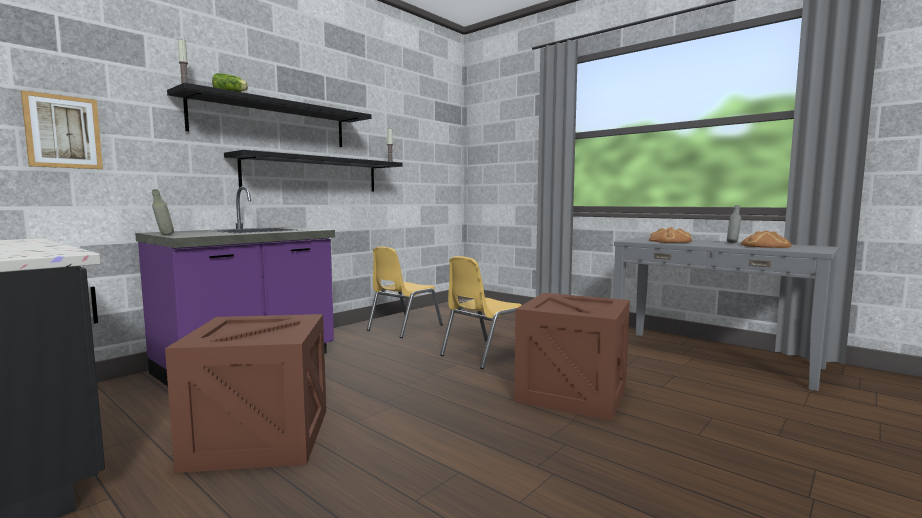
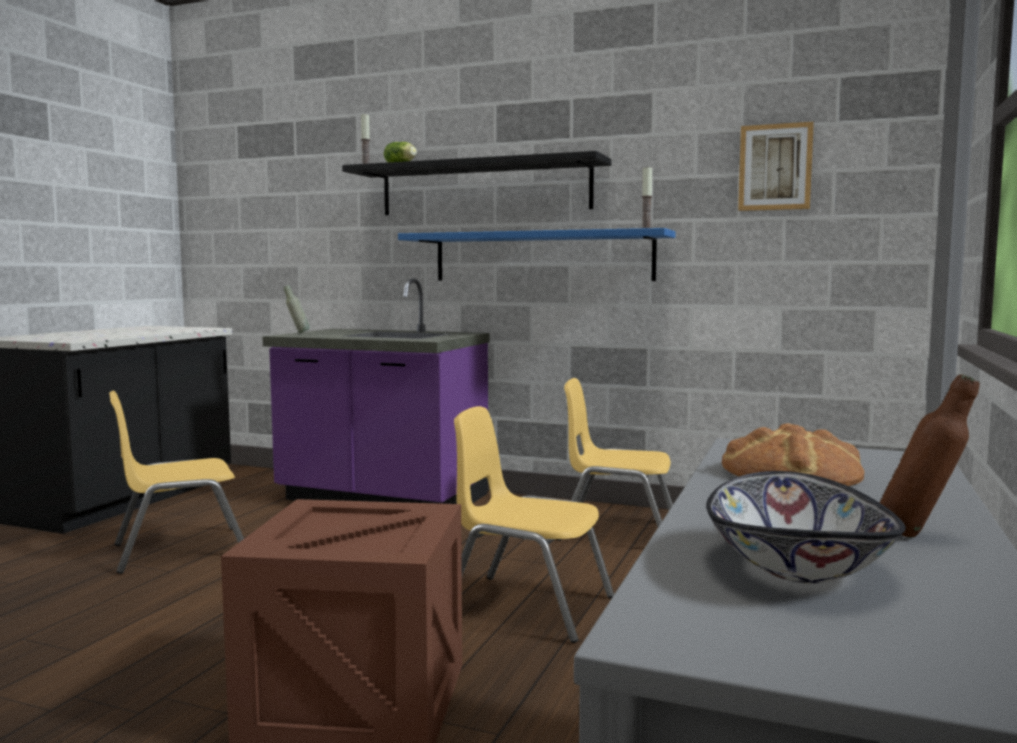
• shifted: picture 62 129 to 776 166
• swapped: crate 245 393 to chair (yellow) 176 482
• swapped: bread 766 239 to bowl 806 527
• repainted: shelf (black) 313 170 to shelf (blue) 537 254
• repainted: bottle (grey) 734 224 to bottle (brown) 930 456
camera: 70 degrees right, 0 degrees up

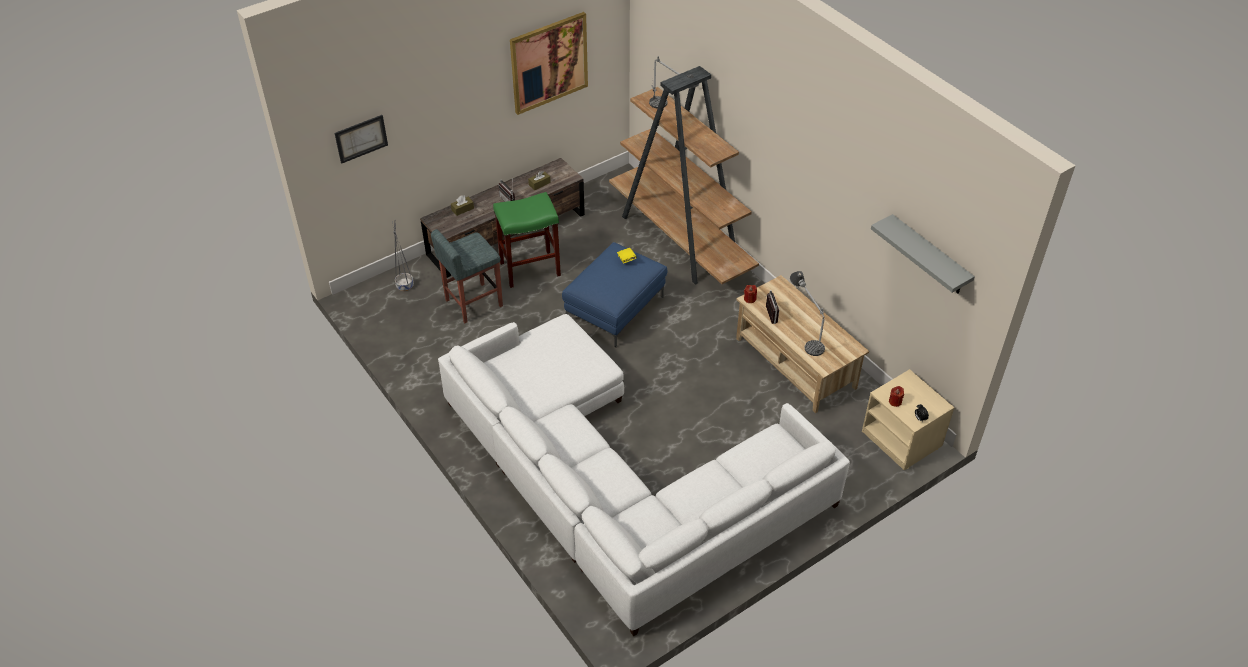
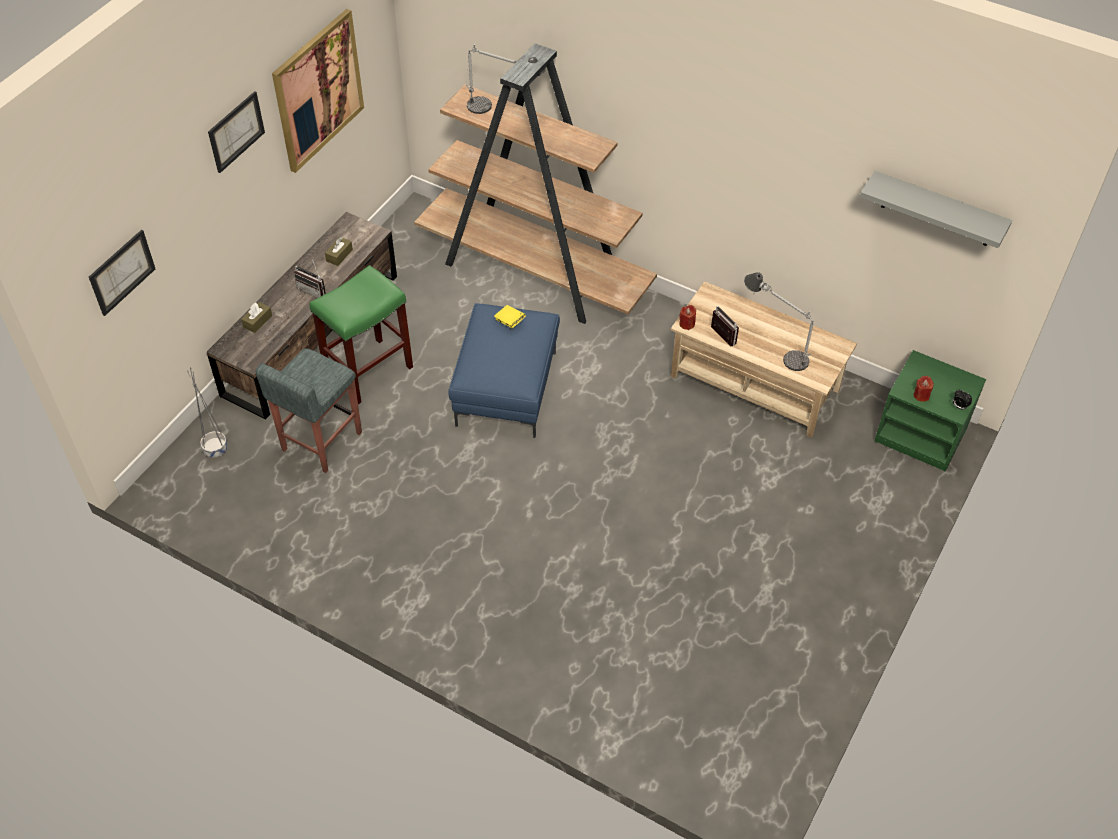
• gone: sofa (white) 644 475
• new: picture 236 132
• repainted: nightstand (beige) 908 419 to nightstand (green) 930 410
camera: 25 degrees left, 5 degrees up

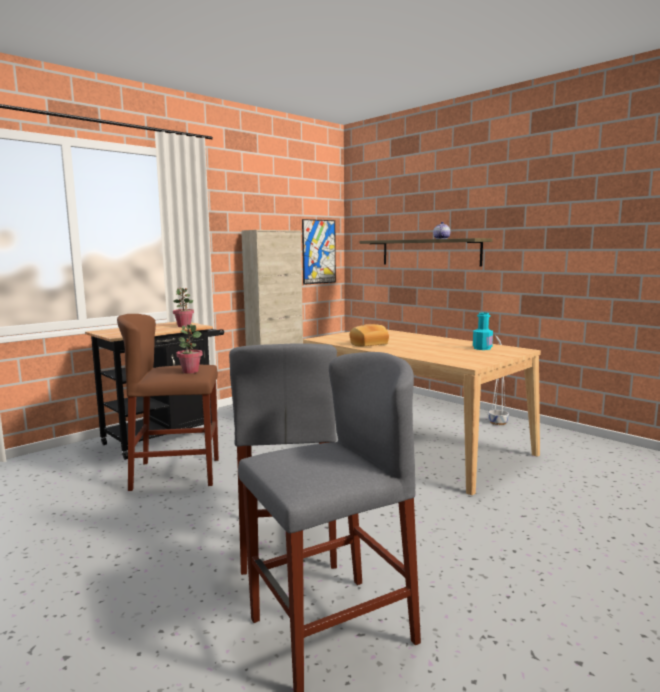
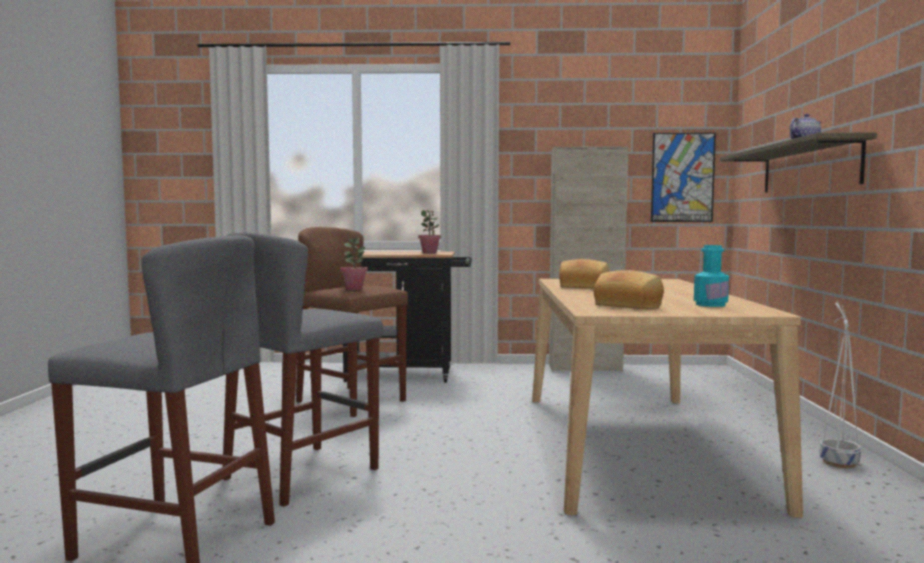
• new: bread 629 290
camera: 45 degrees right, 5 degrees down

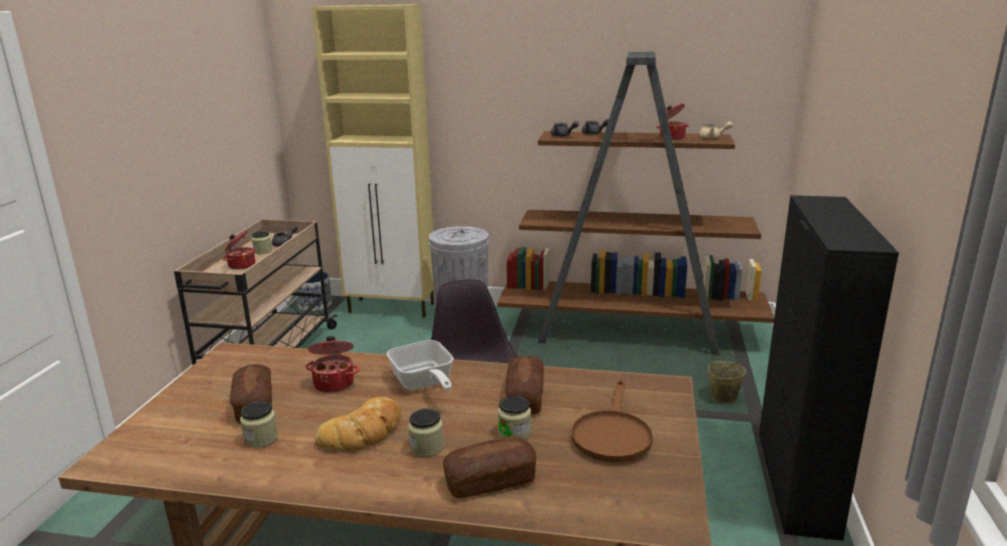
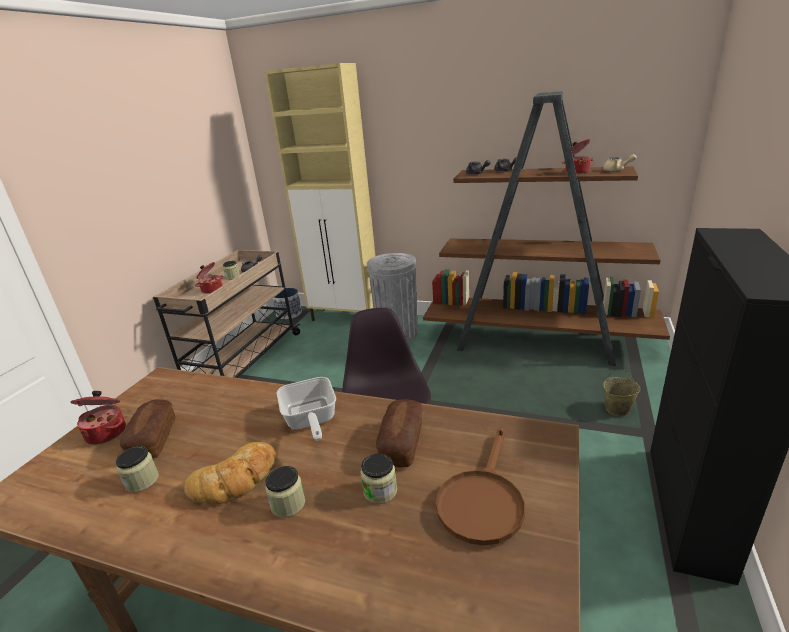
• gone: bread 490 467
• shifted: cooking pot 332 364 to 98 418
camera: 10 degrees right, 5 degrees up

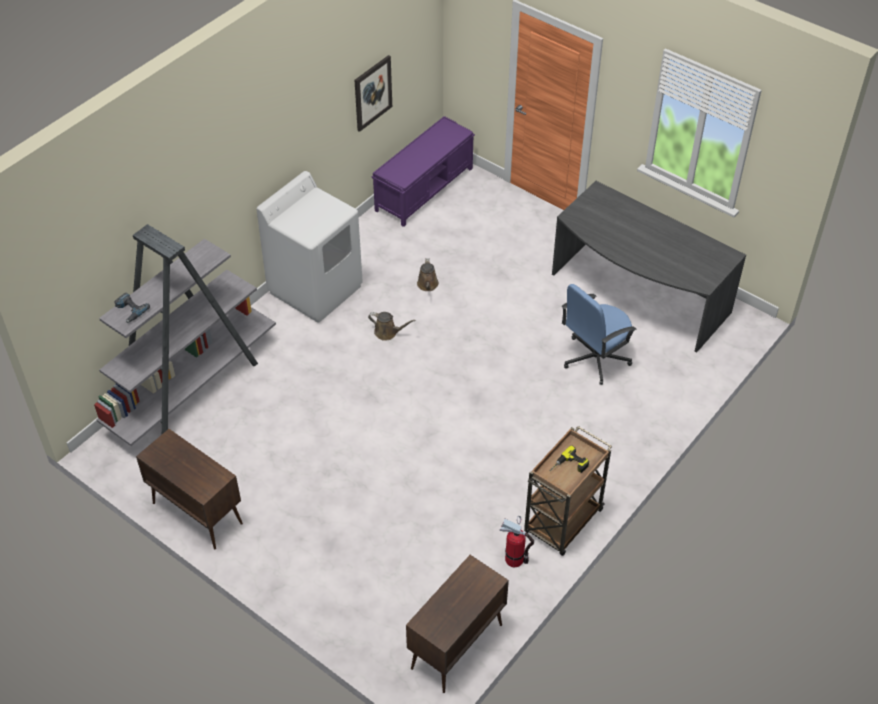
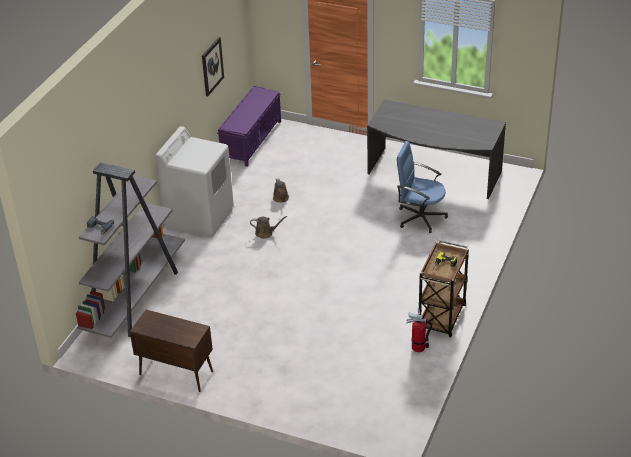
• gone: cabinet (brown) 457 624
• rotated: office chair (blue) 599 334 = 422 187 75 degrees clockwise
camera: 15 degrees left, 10 degrees down

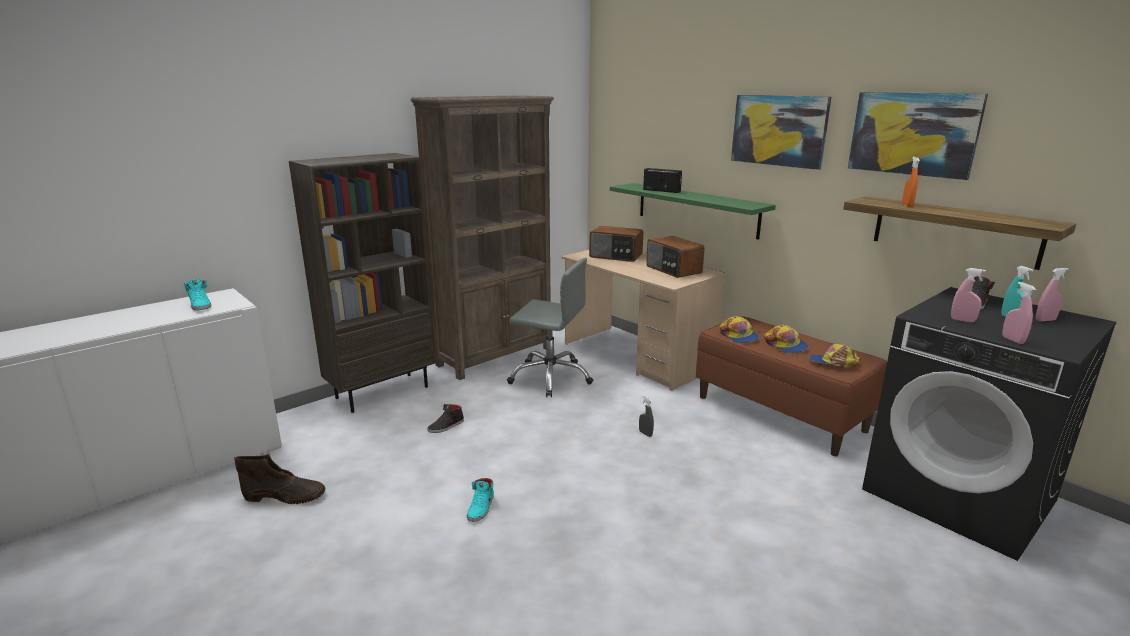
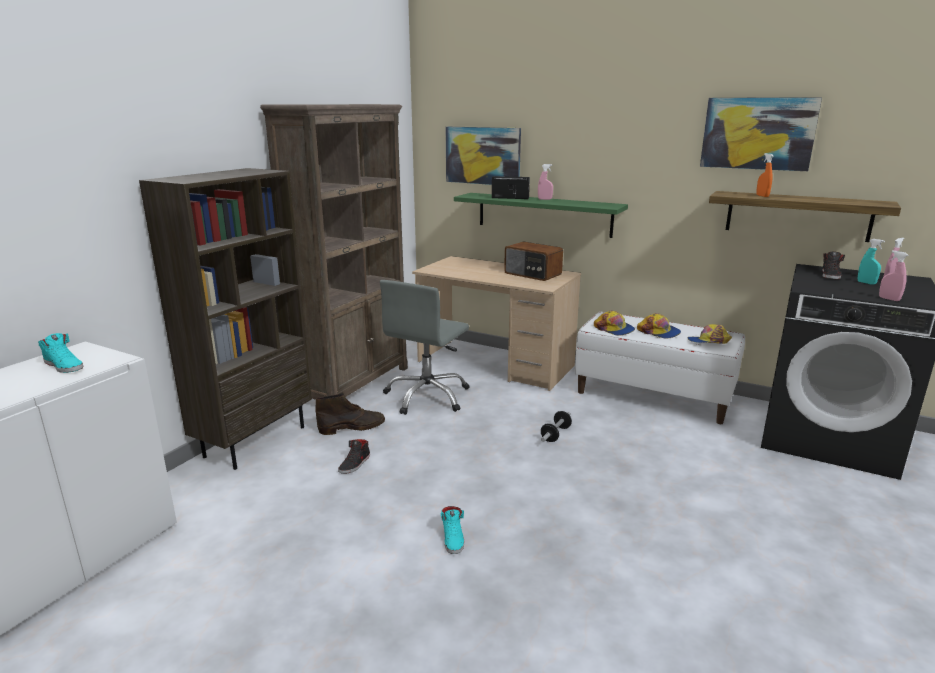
• gone: radio 616 244
• shifted: boot (brown) 279 479 to 350 413
• shifted: picture 781 132 to 483 156
• shifted: spray bottle (pink) 968 295 to 545 182
• swapped: spray bottle (grey) 646 416 to dumbbell 556 426
• repainted: bench (brown) 791 386 to bench (white) 660 368
• rotated: office chair (grey) 550 327 = 424 347 120 degrees clockwise
camera: 20 degrees left, 0 degrees up

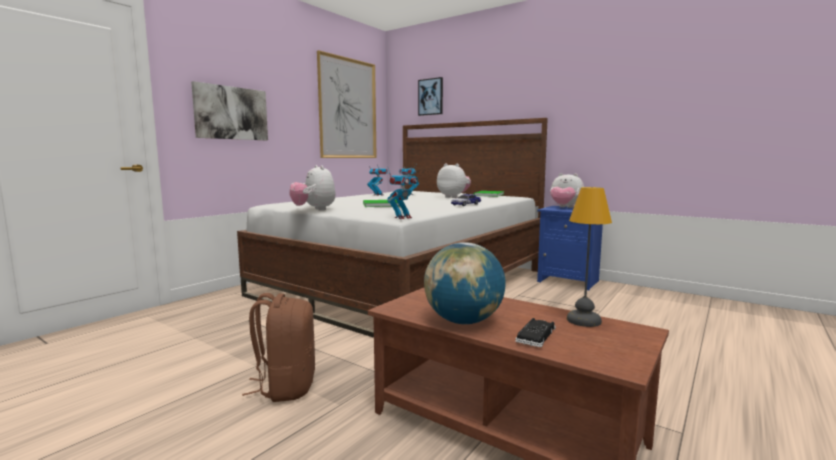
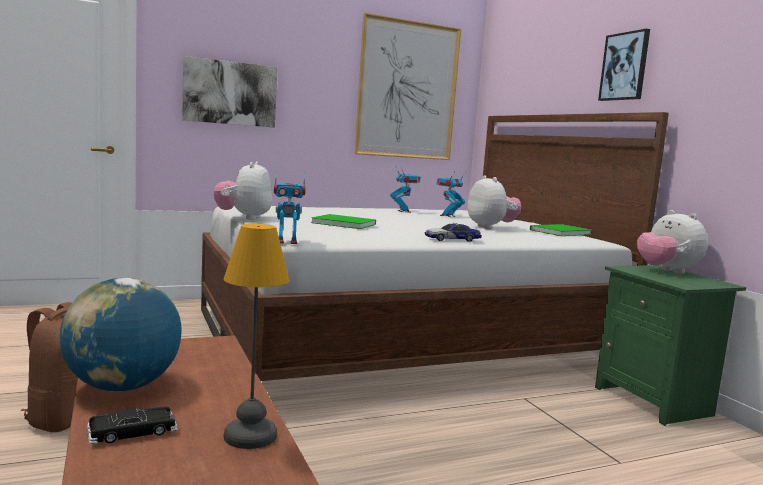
• shifted: picture 430 96 to 624 65
• repainted: nightstand (blue) 570 248 to nightstand (green) 670 345
camera: 30 degrees right, 0 degrees up

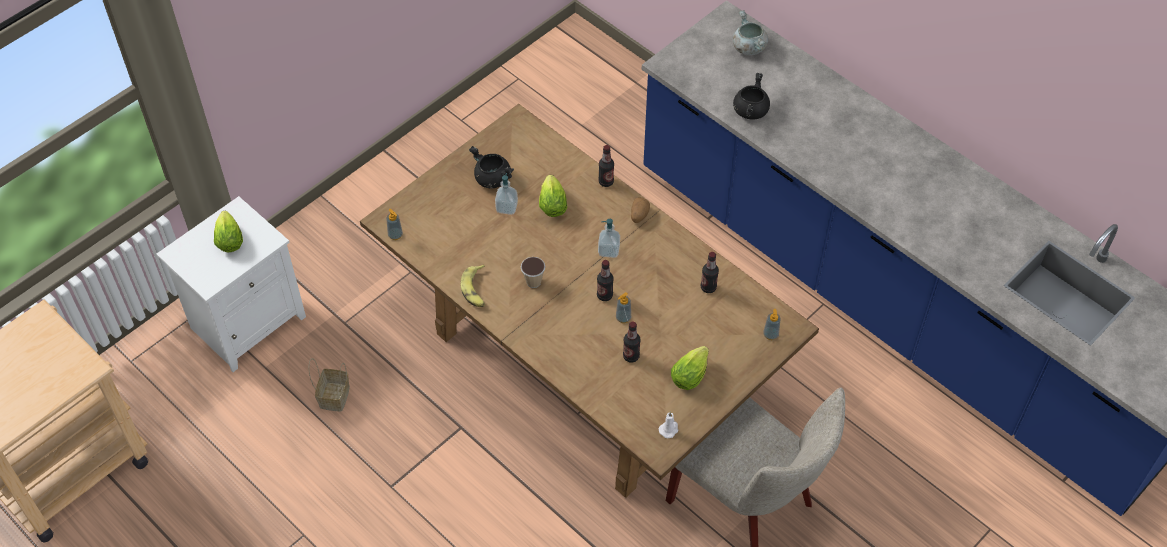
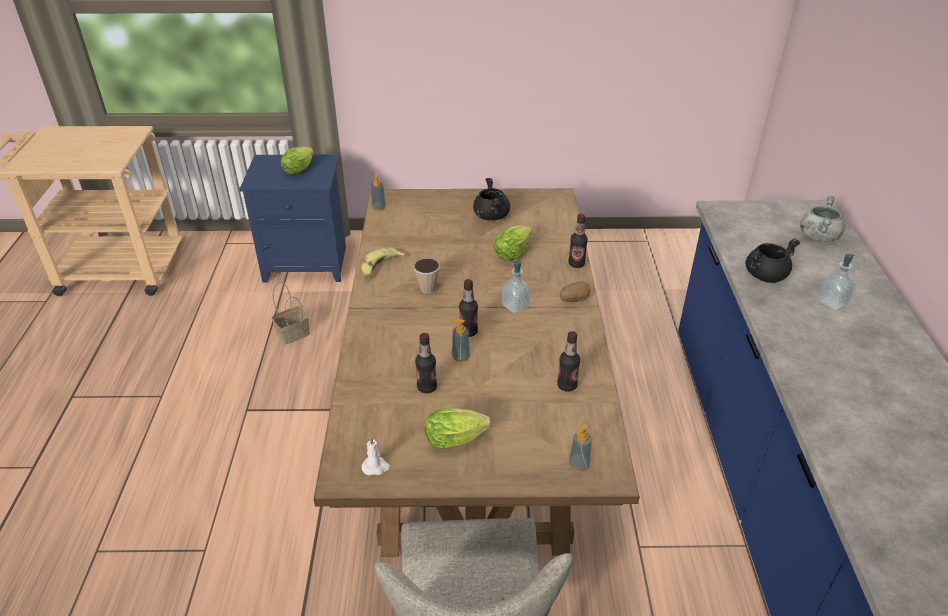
• shifted: soap dispenser 506 194 to 836 282
• repainted: nightstand (white) 231 284 to nightstand (blue) 293 218
camera: 45 degrees right, 15 degrees down

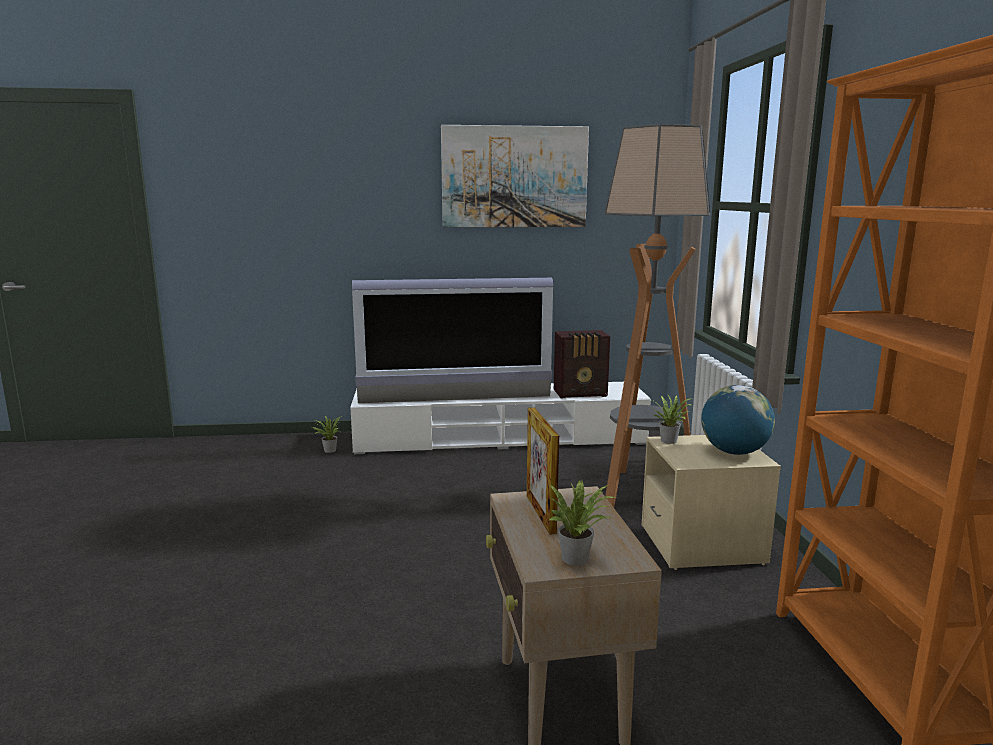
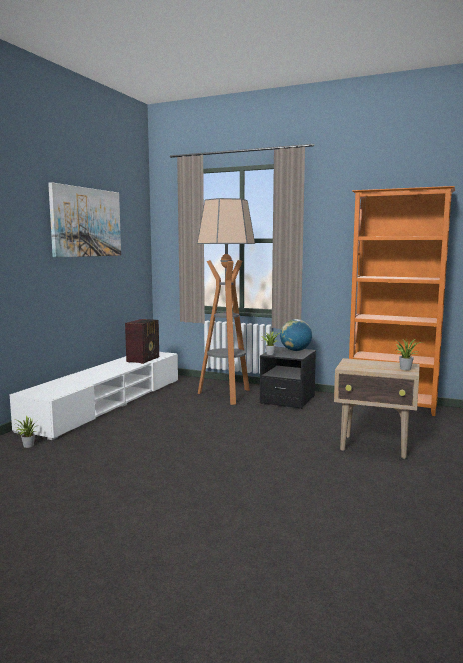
• gone: television 452 340
• gone: picture frame 543 471
• repainted: nightstand (beige) 711 502 to nightstand (black) 288 378
camera: 60 degrees left, 5 degrees down

